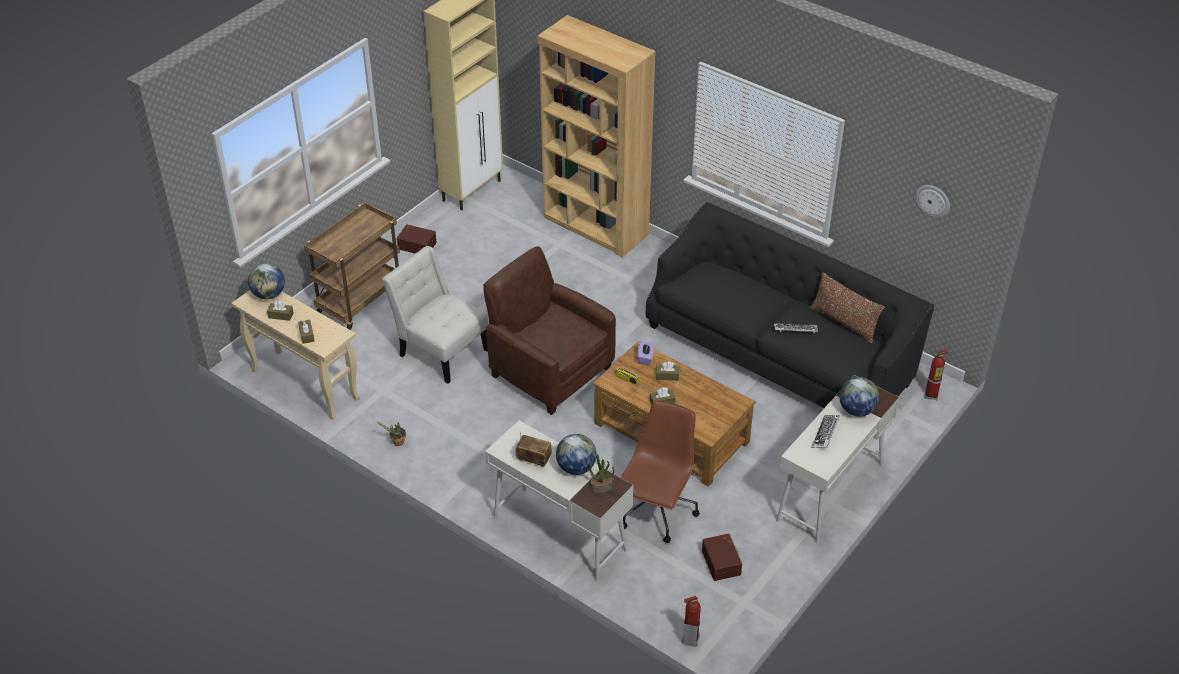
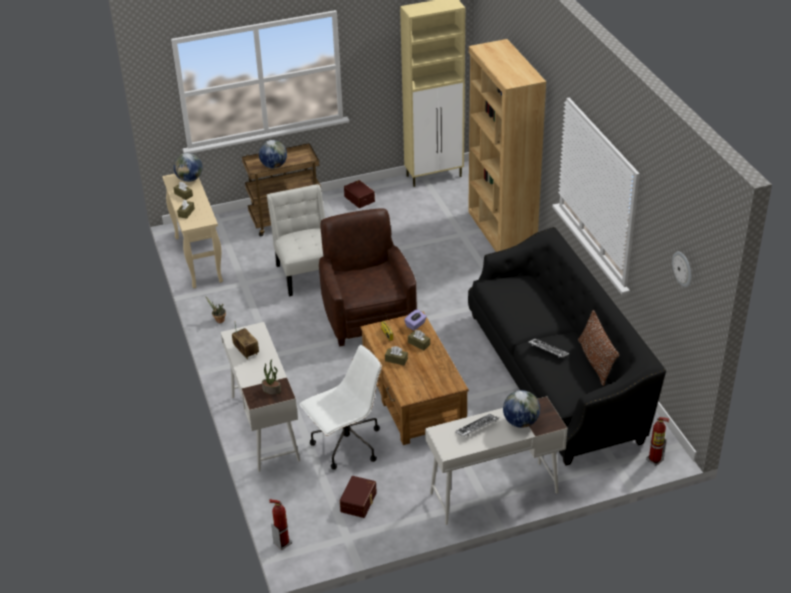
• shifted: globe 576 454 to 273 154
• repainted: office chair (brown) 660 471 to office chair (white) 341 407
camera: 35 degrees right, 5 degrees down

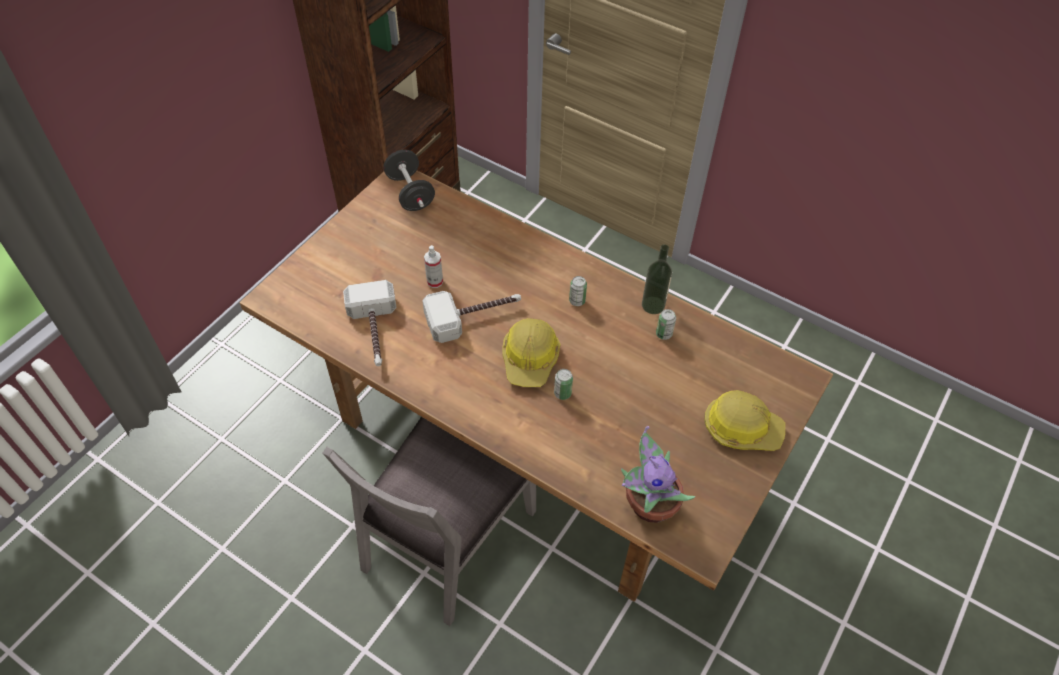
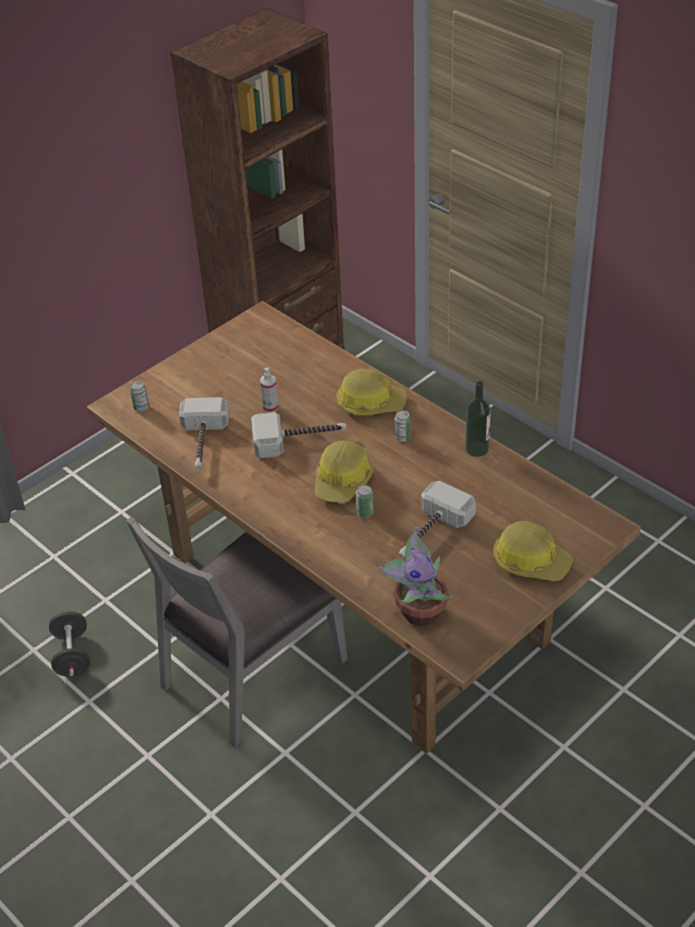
• new: hard hat 371 392
• new: hammer 437 519
• shifted: dumbbell (black) 409 180 to 69 644
• shifted: can 666 324 to 139 396
camera: 15 degrees right, 10 degrees down

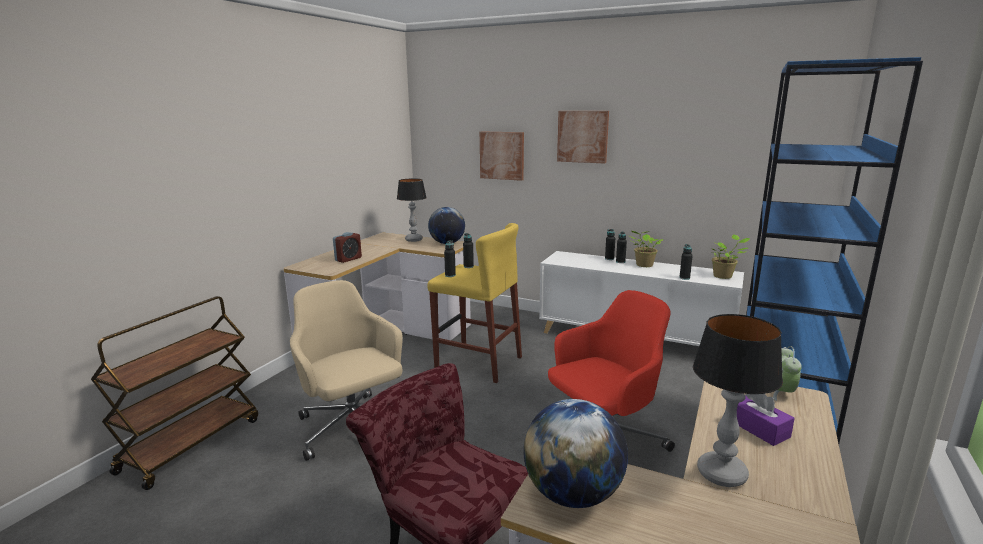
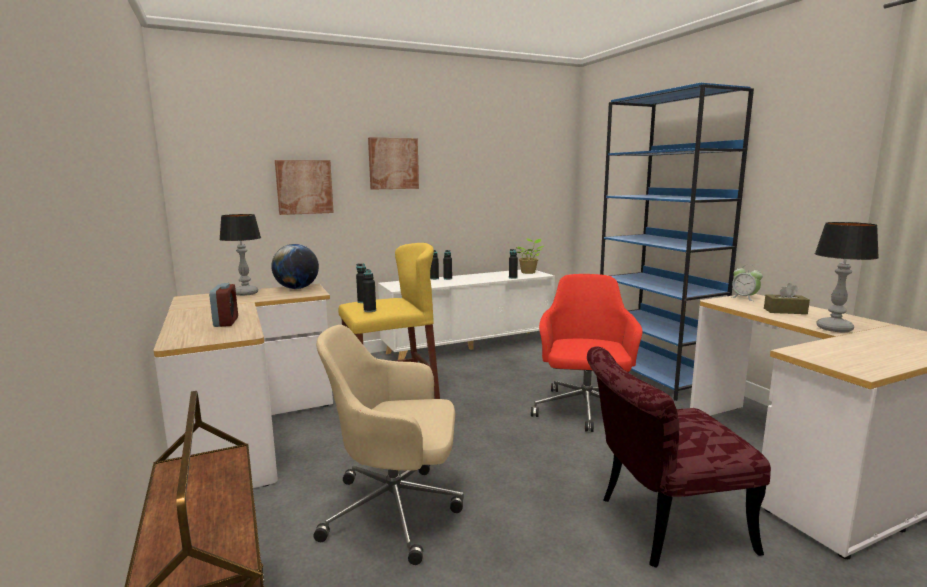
• gone: globe 575 453
• gone: potted plant 646 249
• repainted: tissue box (purple) 766 420 to tissue box (brown) 787 298
camera: 50 degrees left, 5 degrees down

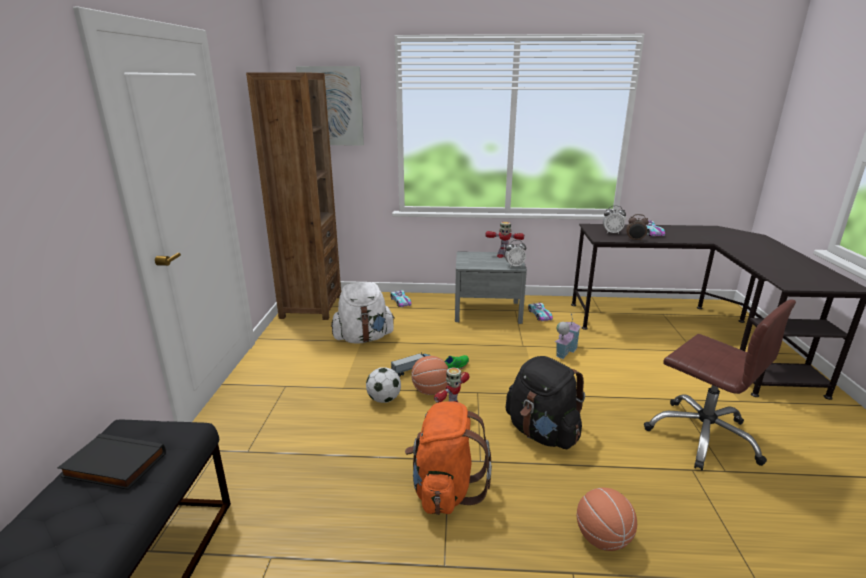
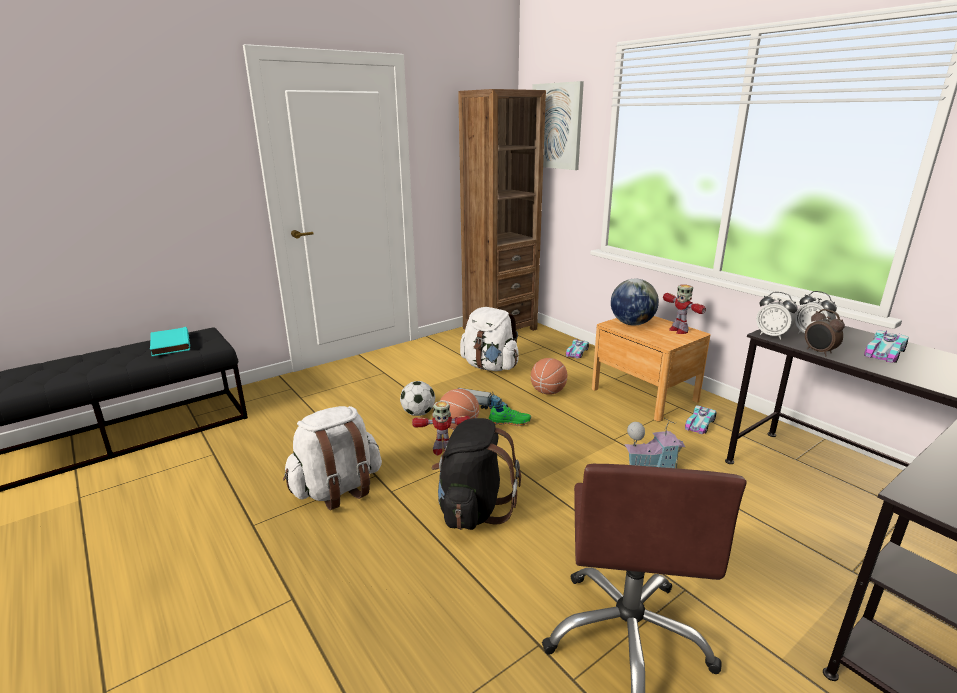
• new: globe 635 302
• shifted: alarm clock 515 253 to 777 316
• shifted: basketball 607 519 to 549 376
• repainted: book (black) 111 462 to book (turquoise) 170 341
• repainted: backpack (orange) 448 458 to backpack (white) 332 458
• repainted: nightstand (grey) 491 287 to nightstand (brown) 651 368
camera: 50 degrees right, 0 degrees up

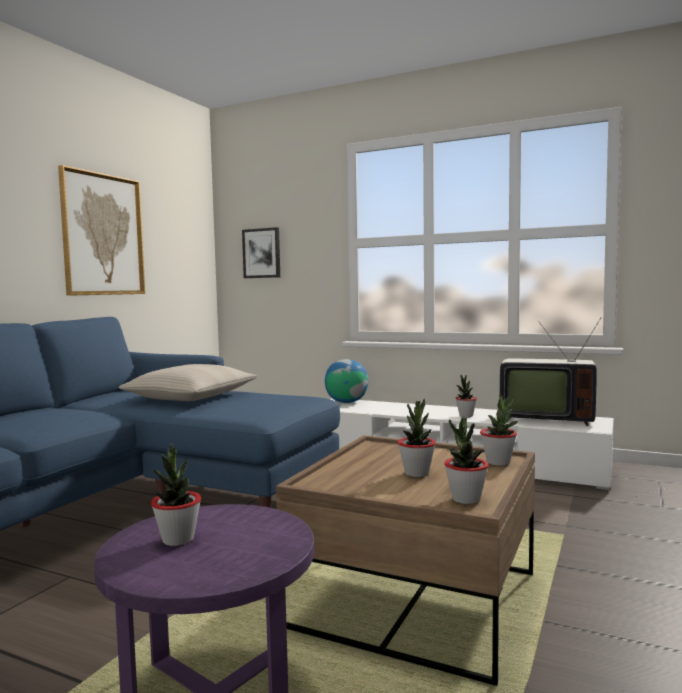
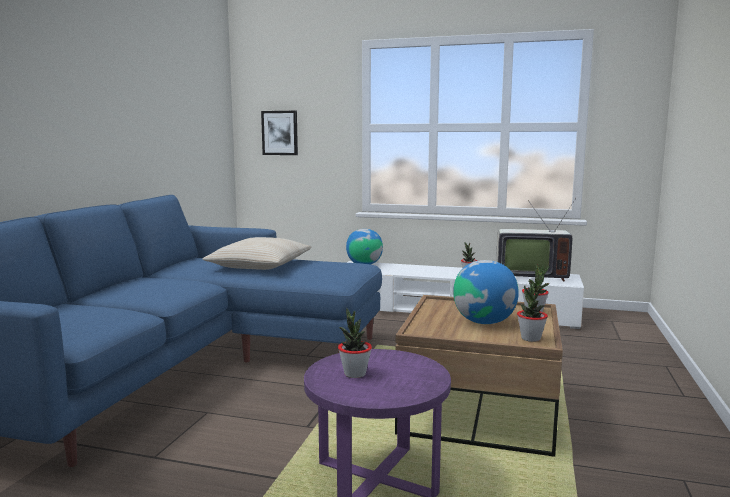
• gone: picture 101 230
• swapped: potted plant 417 438 to globe 486 292
camera: 10 degrees left, 5 degrees up

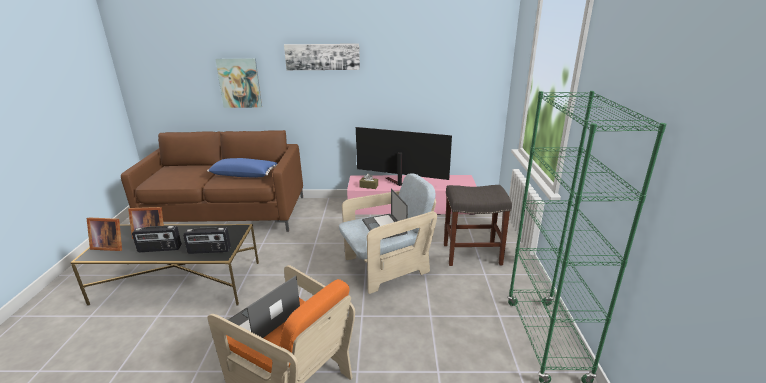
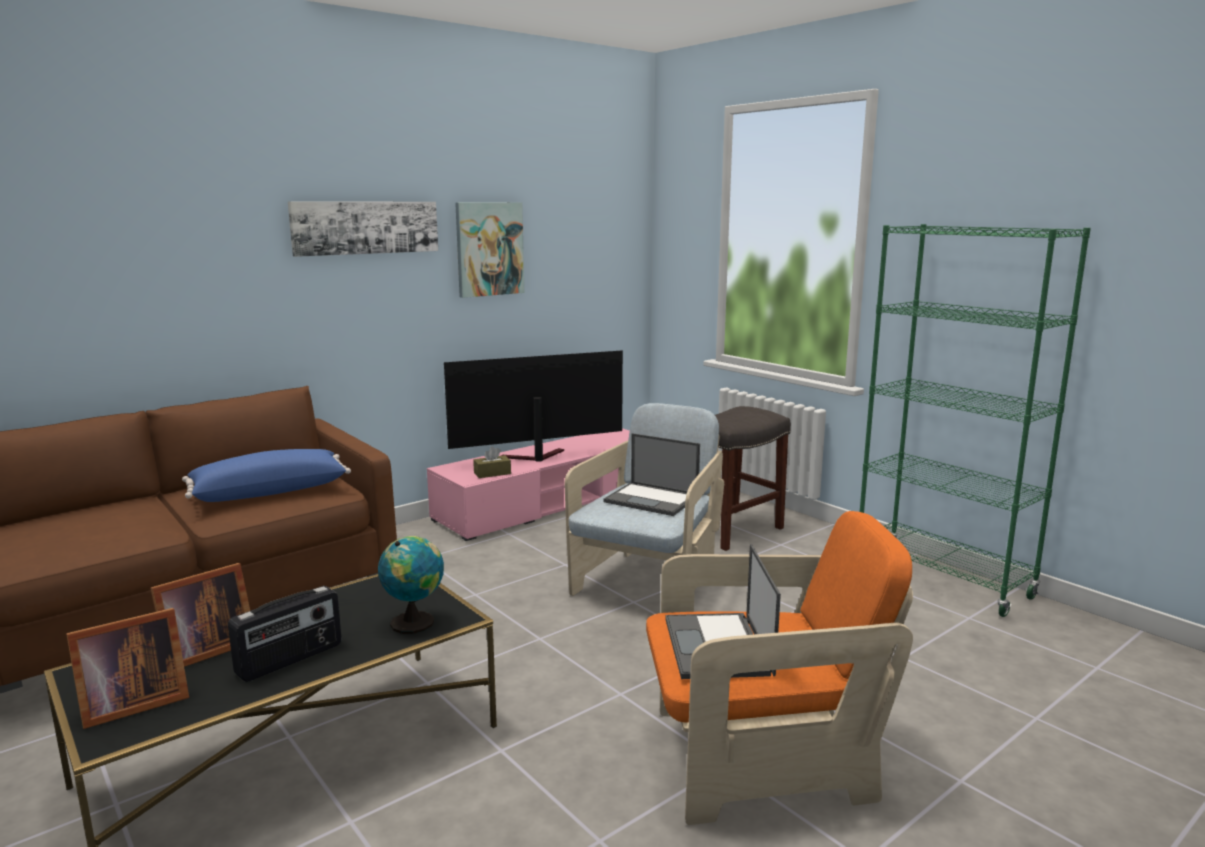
• shifted: picture 238 83 to 489 250
• swapped: radio 207 240 to globe 411 585
camera: 40 degrees left, 10 degrees down

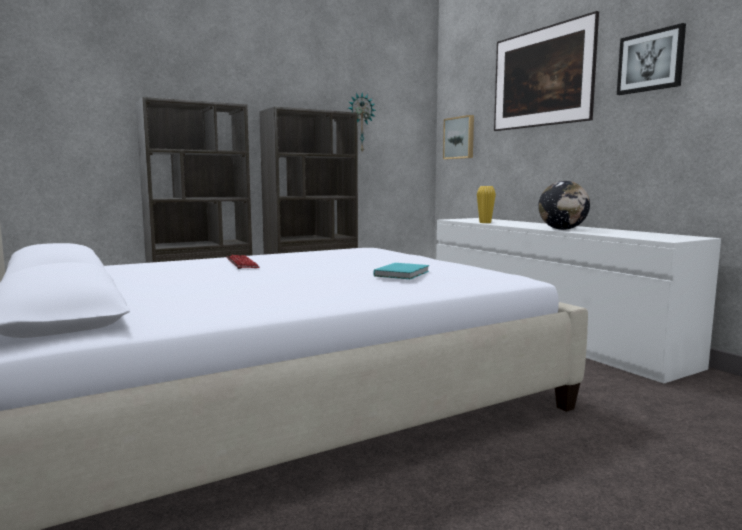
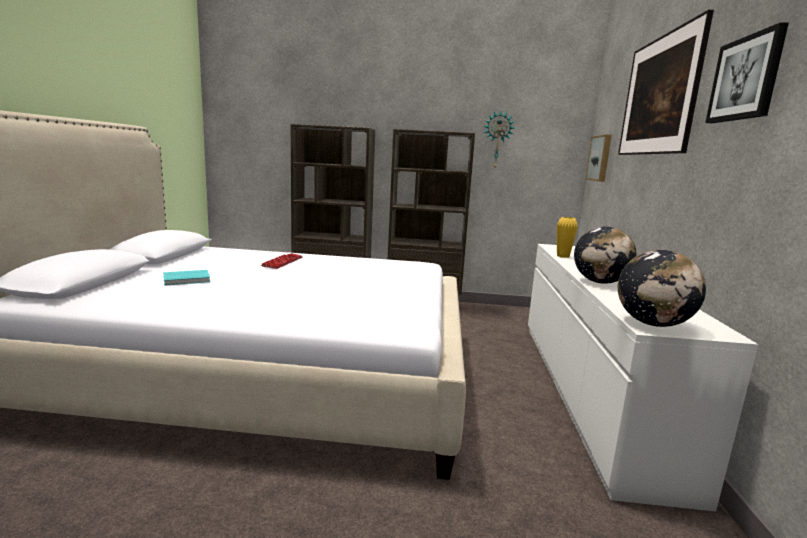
• new: globe 662 288
• shifted: book (turquoise) 401 271 to 186 278
camera: 35 degrees right, 5 degrees up

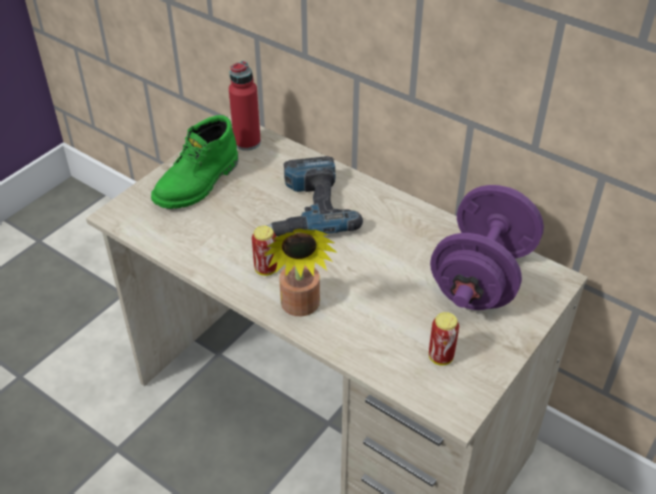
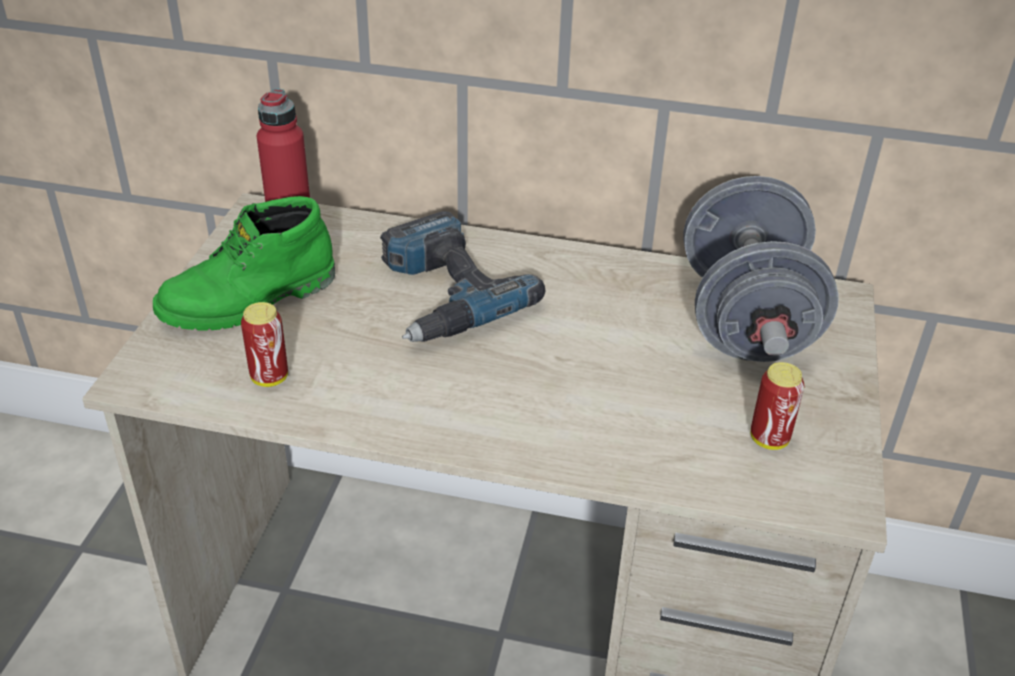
• gone: potted plant 301 272
• shifted: can 264 251 to 264 344
• repainted: dumbbell (purple) 487 247 to dumbbell (grey) 761 269
• rotated: boot (green) 194 162 = 244 263 45 degrees clockwise
camera: 25 degrees left, 5 degrees down

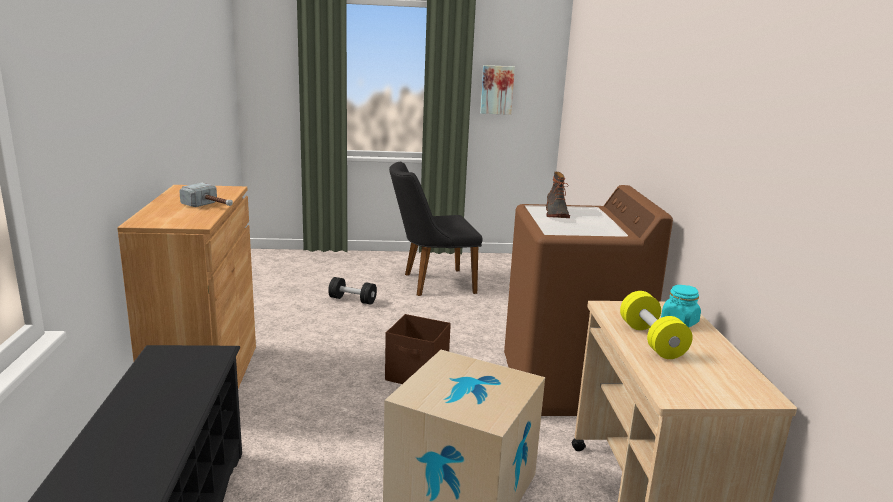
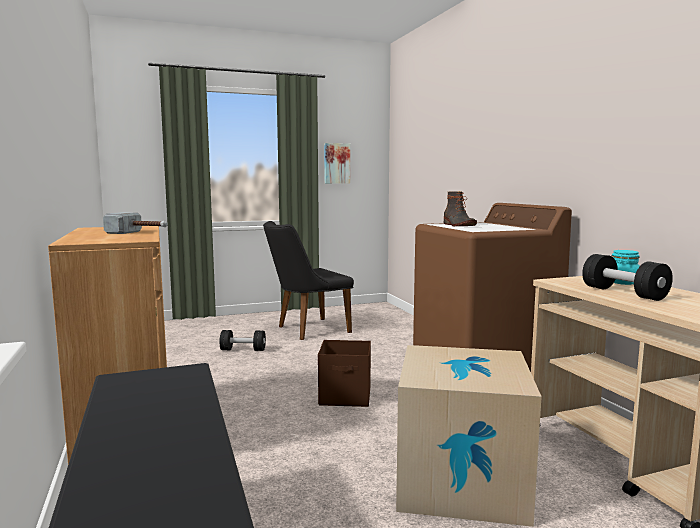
• repainted: dumbbell (yellow) 656 325 to dumbbell (black) 627 277
camera: 15 degrees left, 10 degrees down

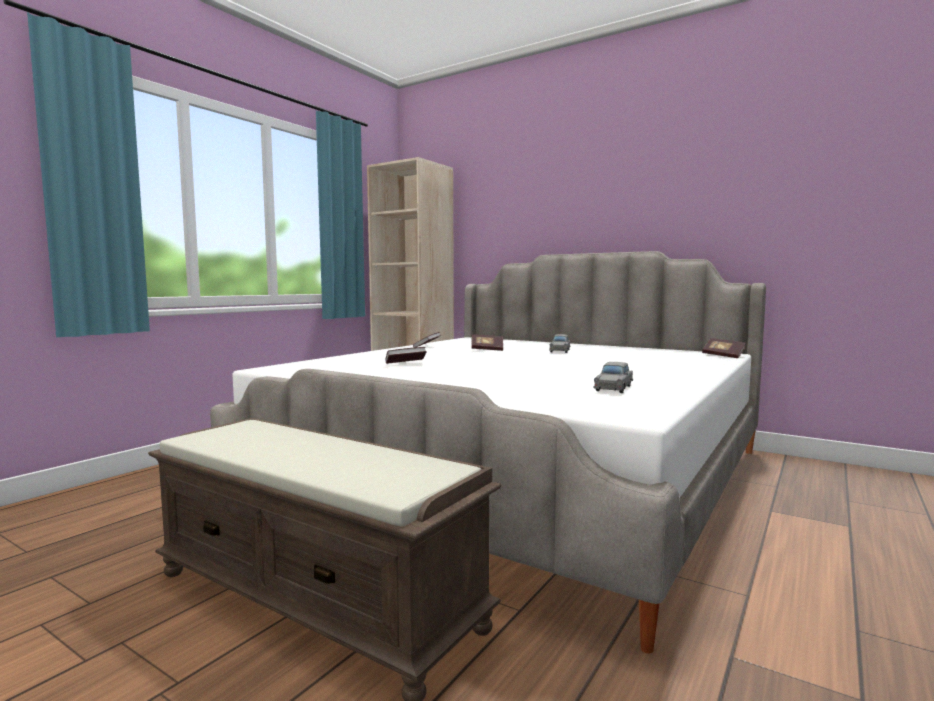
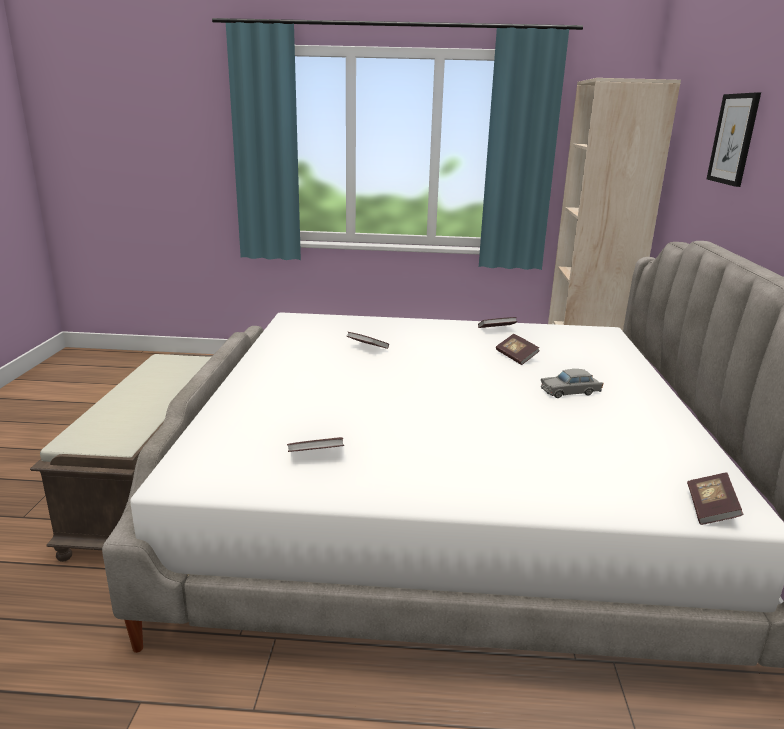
• new: picture 734 139
• swapped: toy car (grey) 613 377 to book 315 444
camera: 60 degrees right, 15 degrees up

